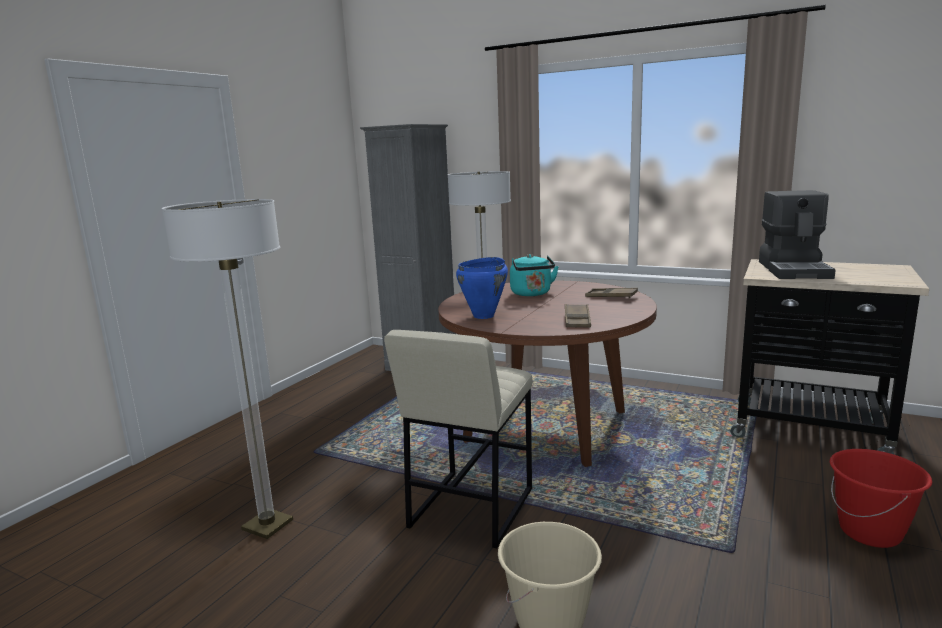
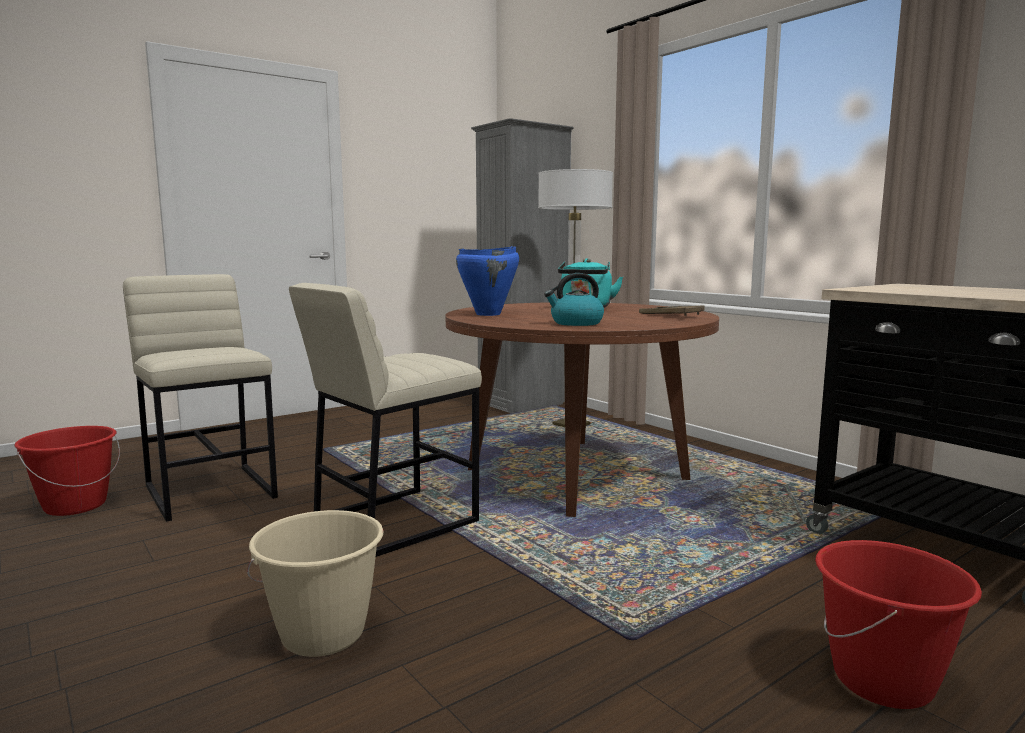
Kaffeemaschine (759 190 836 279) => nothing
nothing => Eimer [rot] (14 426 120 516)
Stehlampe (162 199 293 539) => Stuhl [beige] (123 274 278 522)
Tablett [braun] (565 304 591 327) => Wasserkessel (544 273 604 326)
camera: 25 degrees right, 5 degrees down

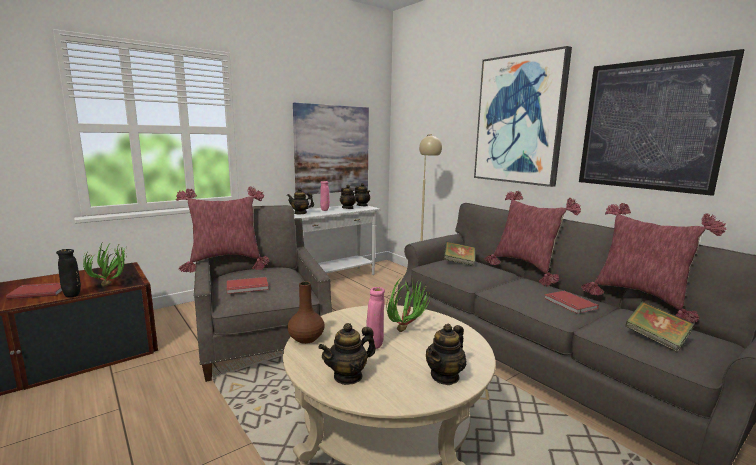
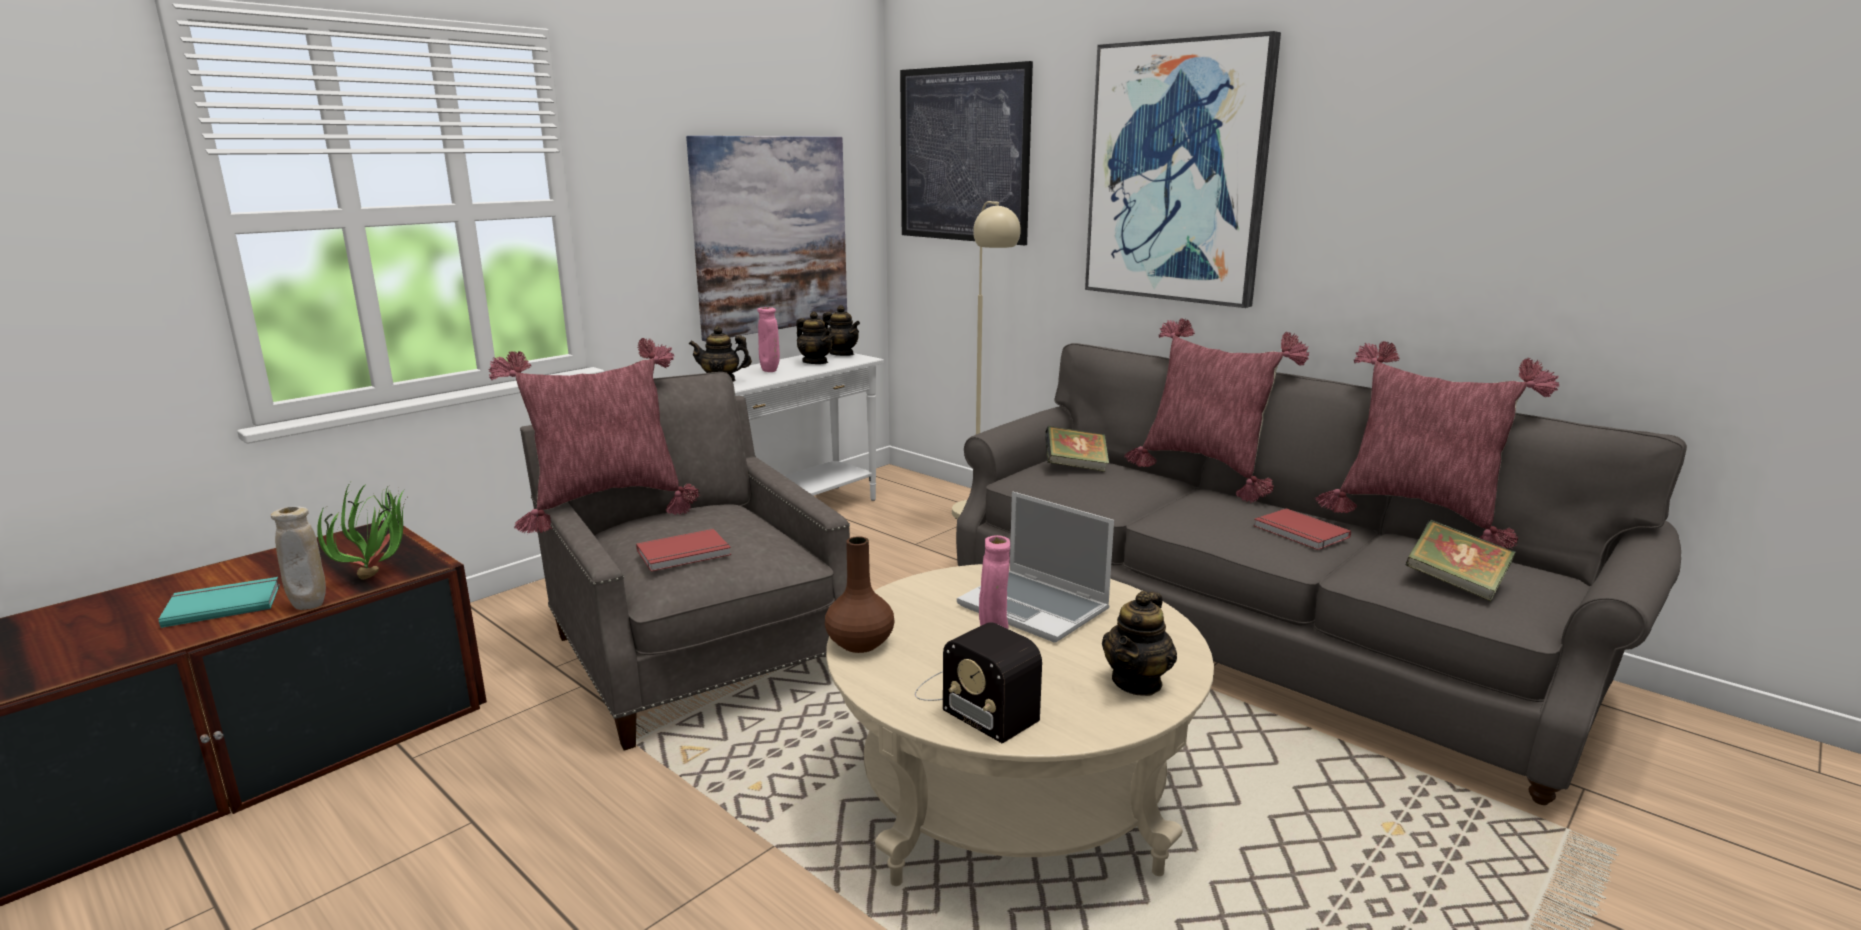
Bild (579 49 744 196) => Bild (900 61 1033 245), relocated
Teekanne (318 323 376 385) => Radio (915 622 1042 743)
Topfpflanze (387 277 433 332) => Laptop (957 491 1114 643)
Buch [rot] (6 283 62 299) => Buch [türkis] (159 577 280 628)
Vase [schwarz] (56 249 81 297) => Vase [beige] (271 507 326 610)
camera: 10 degrees left, 5 degrees up

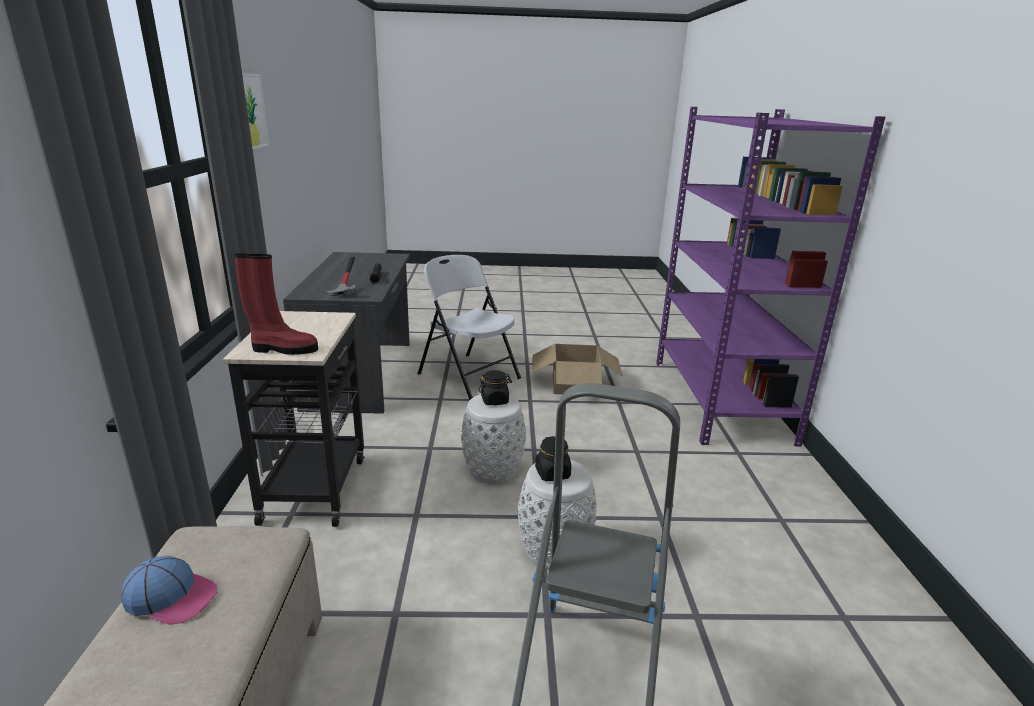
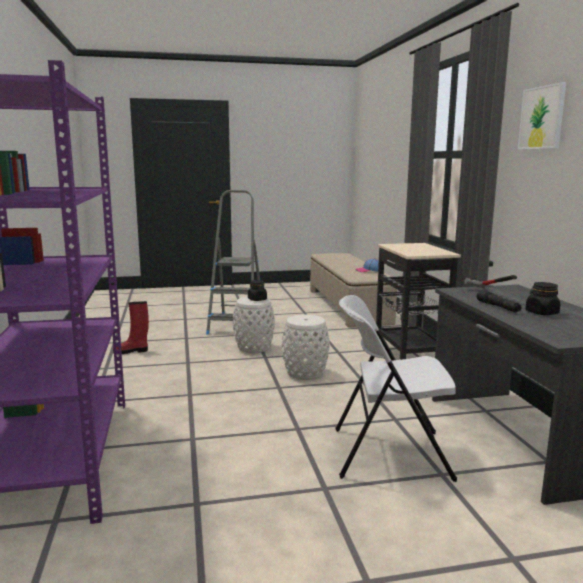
Karton (532 344 623 394) => nothing
Stiefel [rot] (234 253 318 355) => Stiefel [rot] (113 301 149 354), relocated
Vorratsglas [schwarz] (479 370 512 405) => Vorratsglas [schwarz] (525 282 560 315), relocated
Stuhl [weiß] (417 255 521 400) => Stuhl [weiß] (335 295 457 482), 150 degrees clockwise
camera: 170 degrees right, 10 degrees down

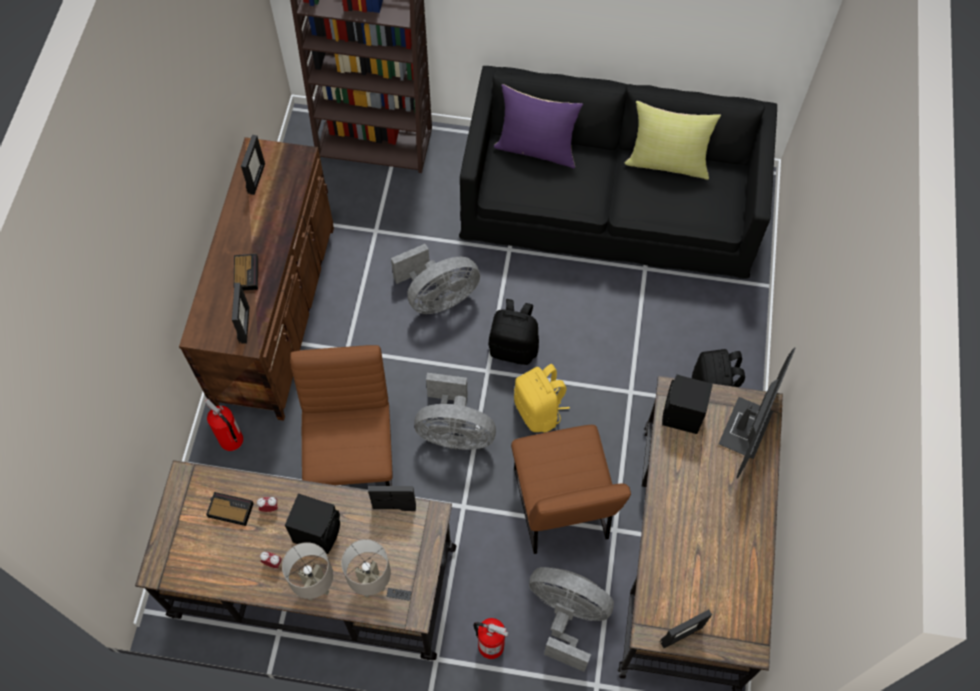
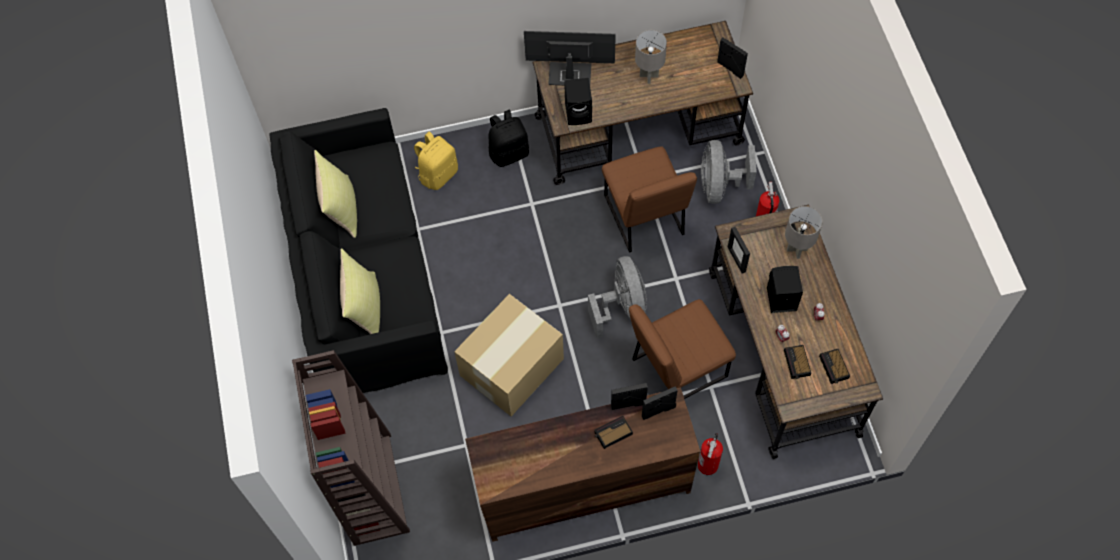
Rucksack [schwarz] (489 299 539 365) => nothing
nothing => Wecker (819 349 850 384)
Bilderrahmen (241 135 265 195) => Bilderrahmen (611 383 648 410), relocated
Tischlampe [grau] (282 542 333 601) => Tischlampe [grau] (635 30 667 84), relocated
Rucksack [gelb] (514 364 570 432) => Rucksack [gelb] (414 131 458 190), relocated
Ventilator [grau] (391 244 480 314) => Karton (454 294 564 416)
Kissen [lila] (494 84 583 168) => Kissen [gelb] (340 248 380 334)
Stuhl [braun] (511 425 631 554) => Stuhl [braun] (602 146 697 253), 105 degrees clockwise
camera: 110 degrees left, 0 degrees up

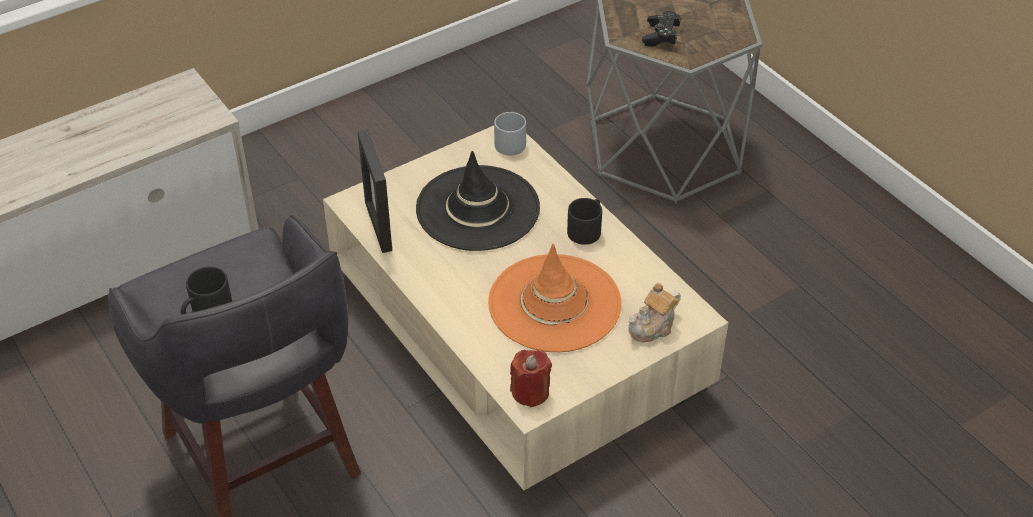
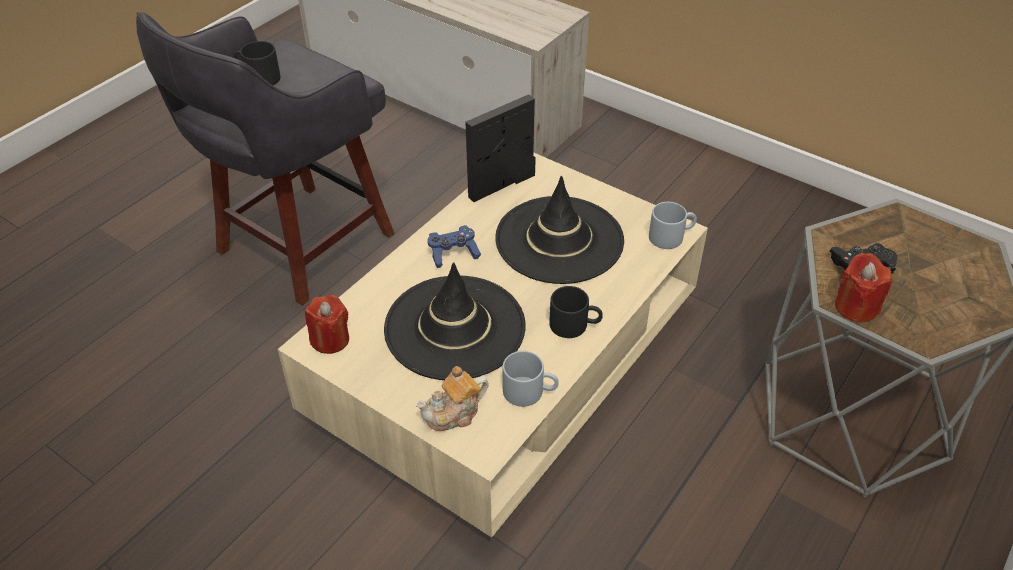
nothing => Gamepad [blau] (427 226 481 268)
nothing => Henkelbecher [grau] (503 351 559 407)
nothing => Kerze [rot] (835 253 892 322)
Hut [orange] (488 244 621 352) => Hut [schwarz] (384 262 526 380)
Teekanne (628 283 681 342) => Teekanne (416 366 489 431), 60 degrees counterclockwise
camera: 70 degrees right, 0 degrees up

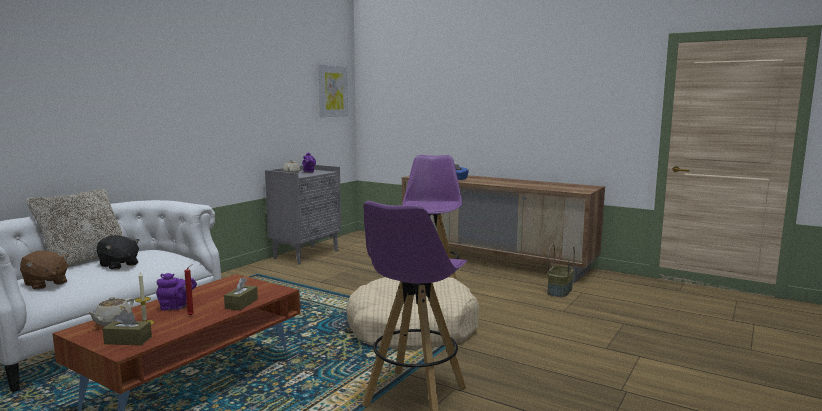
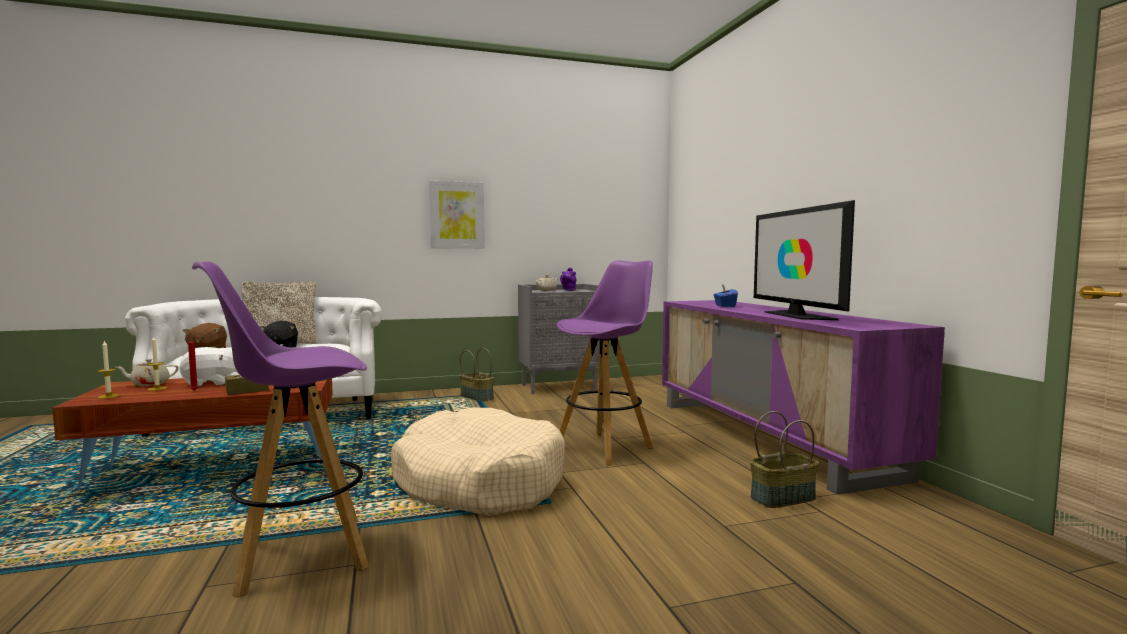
nothing => Korb (459 348 494 401)
nothing => Fernseher (754 200 855 320)
Bild (318 65 348 117) => Bild (429 181 485 248), relocated
Taschentuchbox [braun] (103 310 152 345) => Kerze (97 340 120 399)
Teekanne [lila] (156 273 197 310) => Plüschtier [weiß] (180 347 236 386)
Fernsehschrank [braun] (402 175 605 283) => Fernsehschrank [lila] (662 300 945 495)
camera: 40 degrees right, 5 degrees down

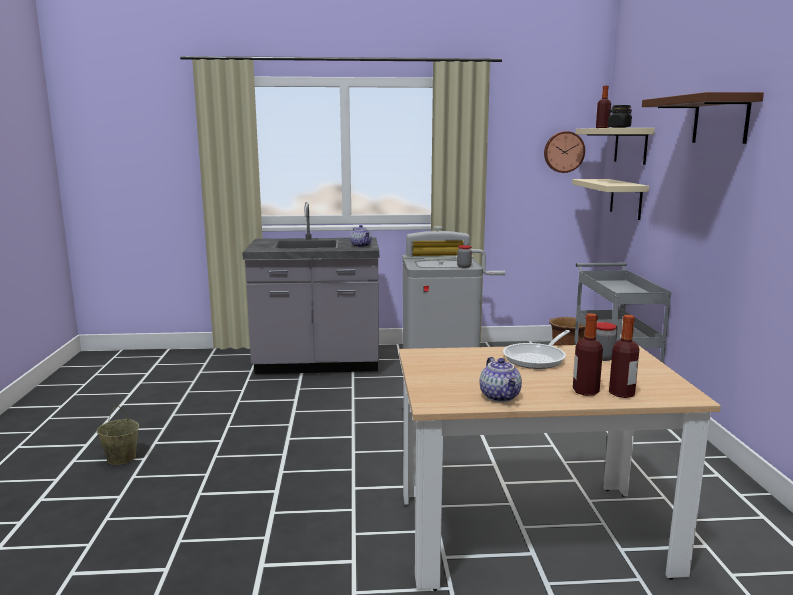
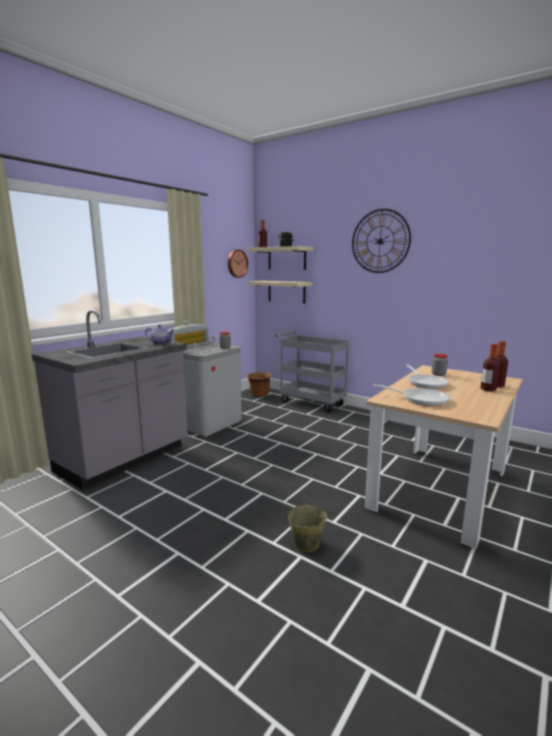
Teekanne (480 357 522 402) => nothing
nothing => Pfanne (373 384 450 406)
Eimer [beige] (97 406 139 465) => Eimer [beige] (288 496 327 552), relocated
Wandregal [braun] (642 92 764 144) => Wanduhr (352 209 411 273)
camera: 50 degrees left, 0 degrees up

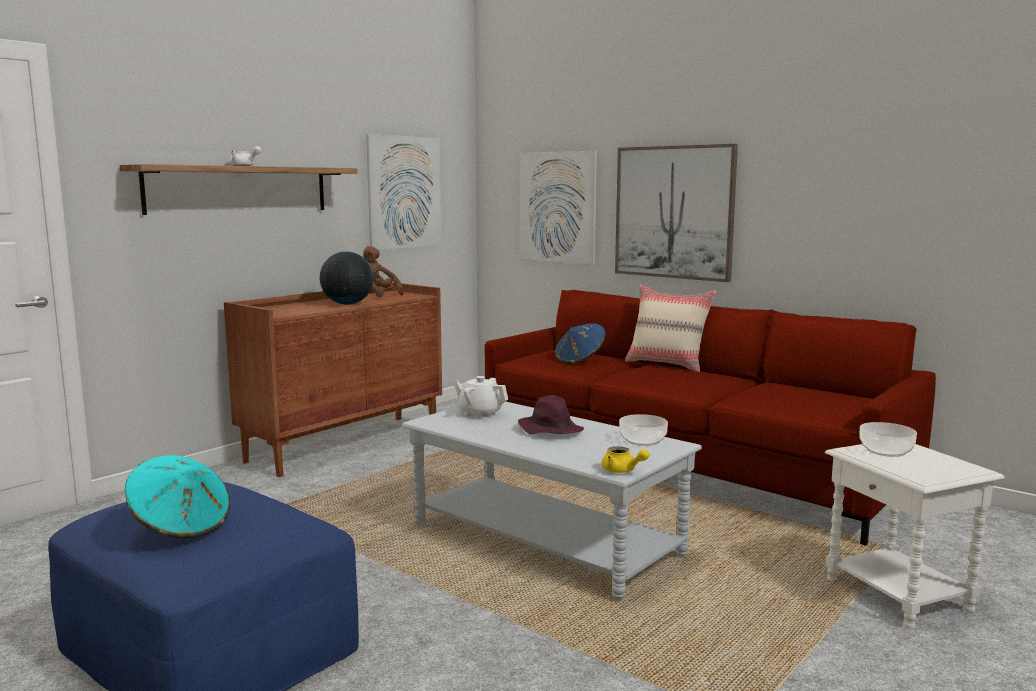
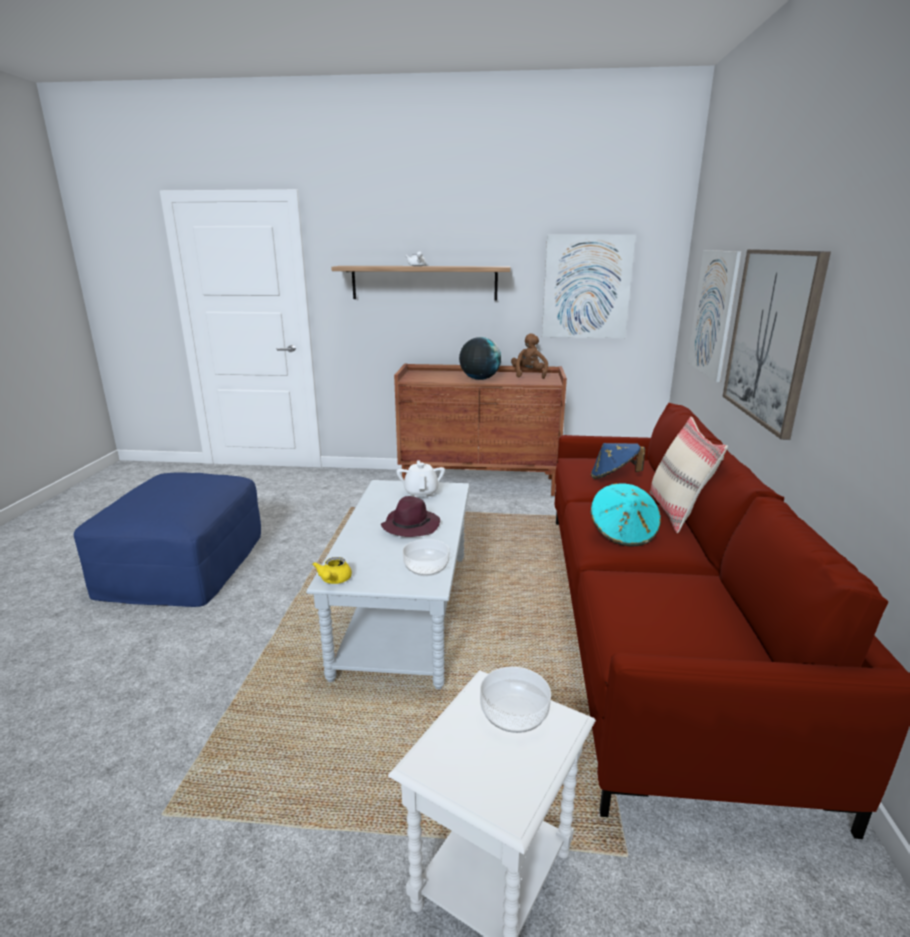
Hut [türkis] (125 455 230 539) => Hut [türkis] (590 483 661 546), relocated
camera: 55 degrees right, 10 degrees up

